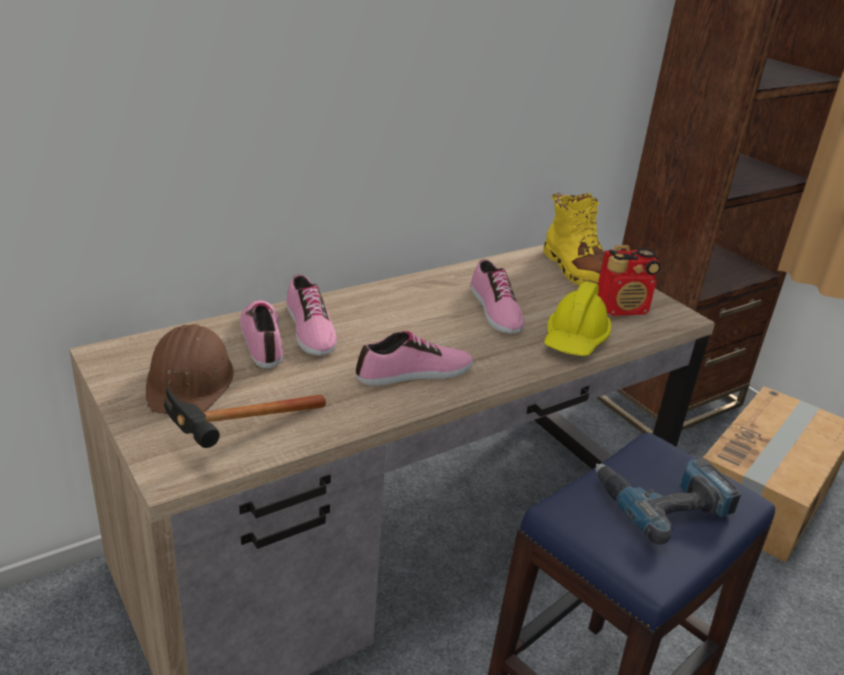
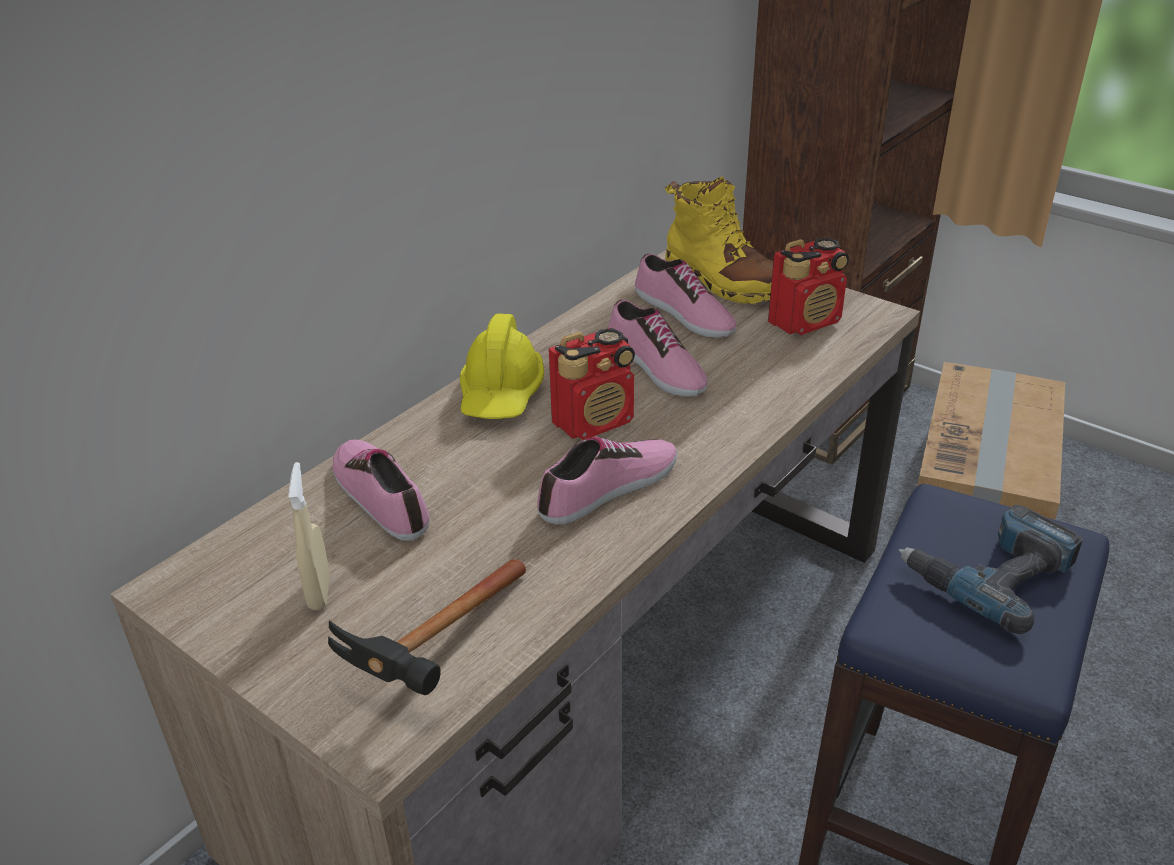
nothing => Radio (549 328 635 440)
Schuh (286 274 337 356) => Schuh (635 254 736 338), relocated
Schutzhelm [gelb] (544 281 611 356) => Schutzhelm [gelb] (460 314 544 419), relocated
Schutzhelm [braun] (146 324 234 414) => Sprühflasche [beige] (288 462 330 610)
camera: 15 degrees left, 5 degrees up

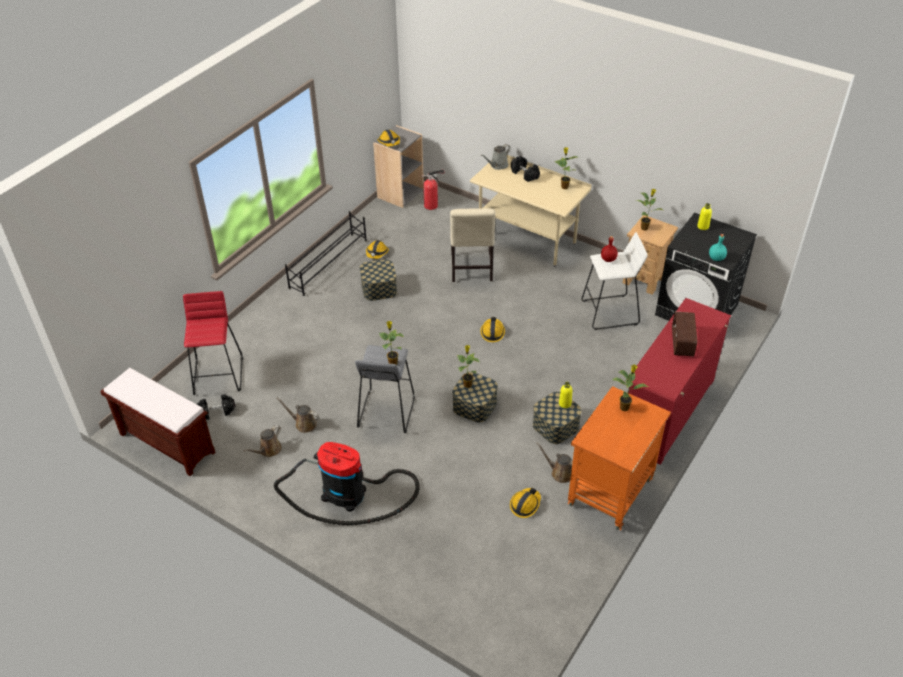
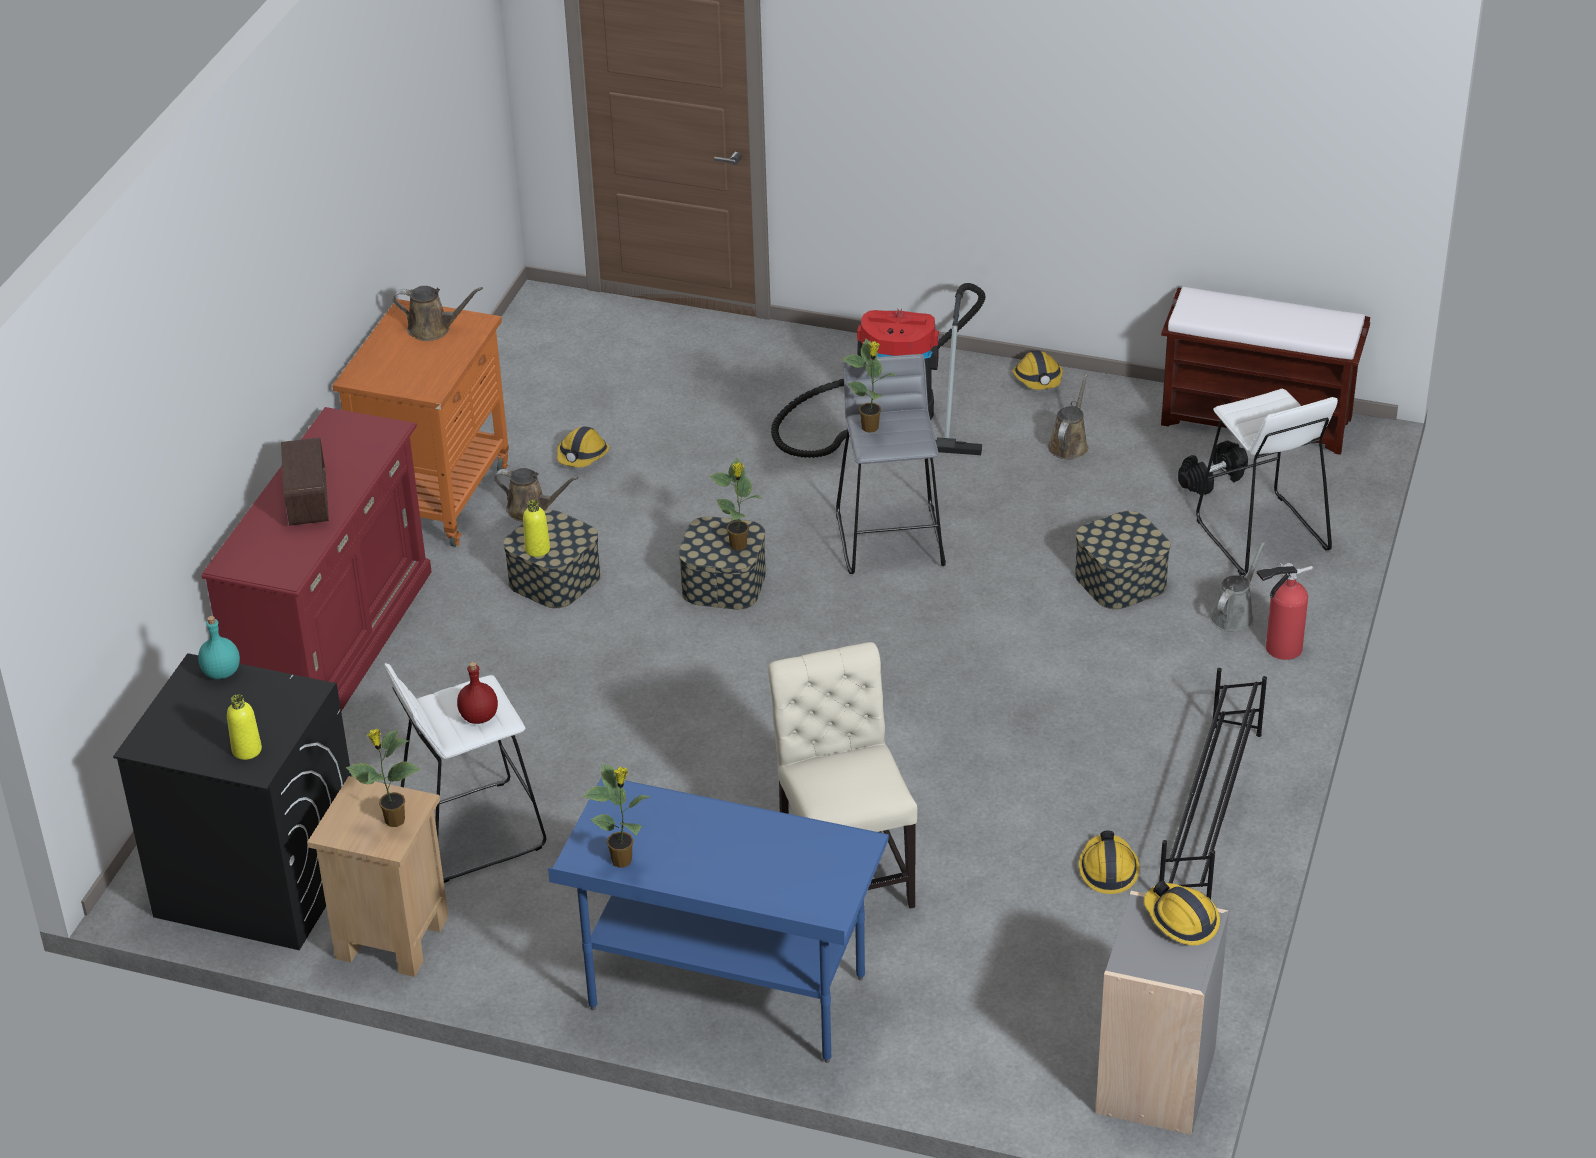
Hantel [schwarz] (511 156 540 182) => nothing
Topfpflanze (611 364 648 411) => nothing
Gießkanne [braun] (276 398 319 433) => Gießkanne [braun] (393 286 483 341), relocated
Aufbewahrungsbox (360 259 397 301) => Aufbewahrungsbox (1075 511 1171 609), relocated
Feuerlöscher (421 170 444 210) => Feuerlöscher (1257 563 1313 660), relocated
Gießkanne [grau] (481 144 510 170) => Gießkanne [grau] (1210 542 1265 632), relocated
Schutzhelm (481 317 505 342) => Schutzhelm (1013 350 1063 390), relocated
Hocker [rot] (183 291 243 395) => Hocker [weiß] (1196 389 1338 575)
Schreibtisch [beige] (470 155 592 267) => Schreibtisch [blau] (548 778 889 1063)
camera: 165 degrees right, 5 degrees down

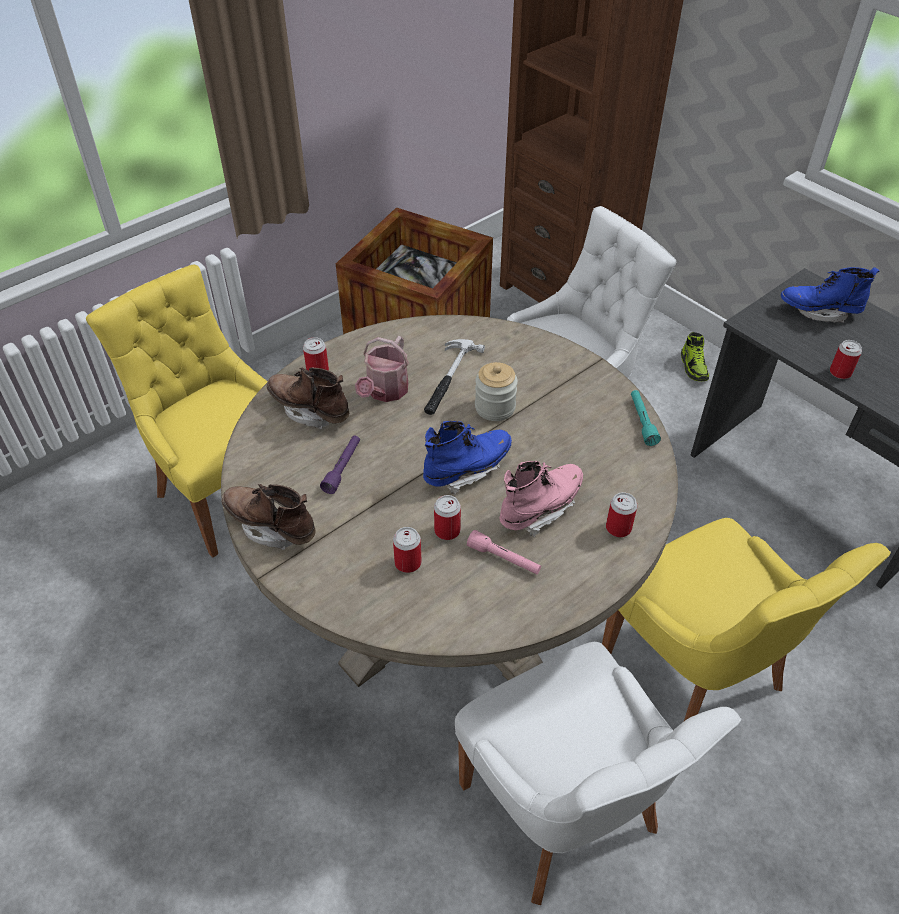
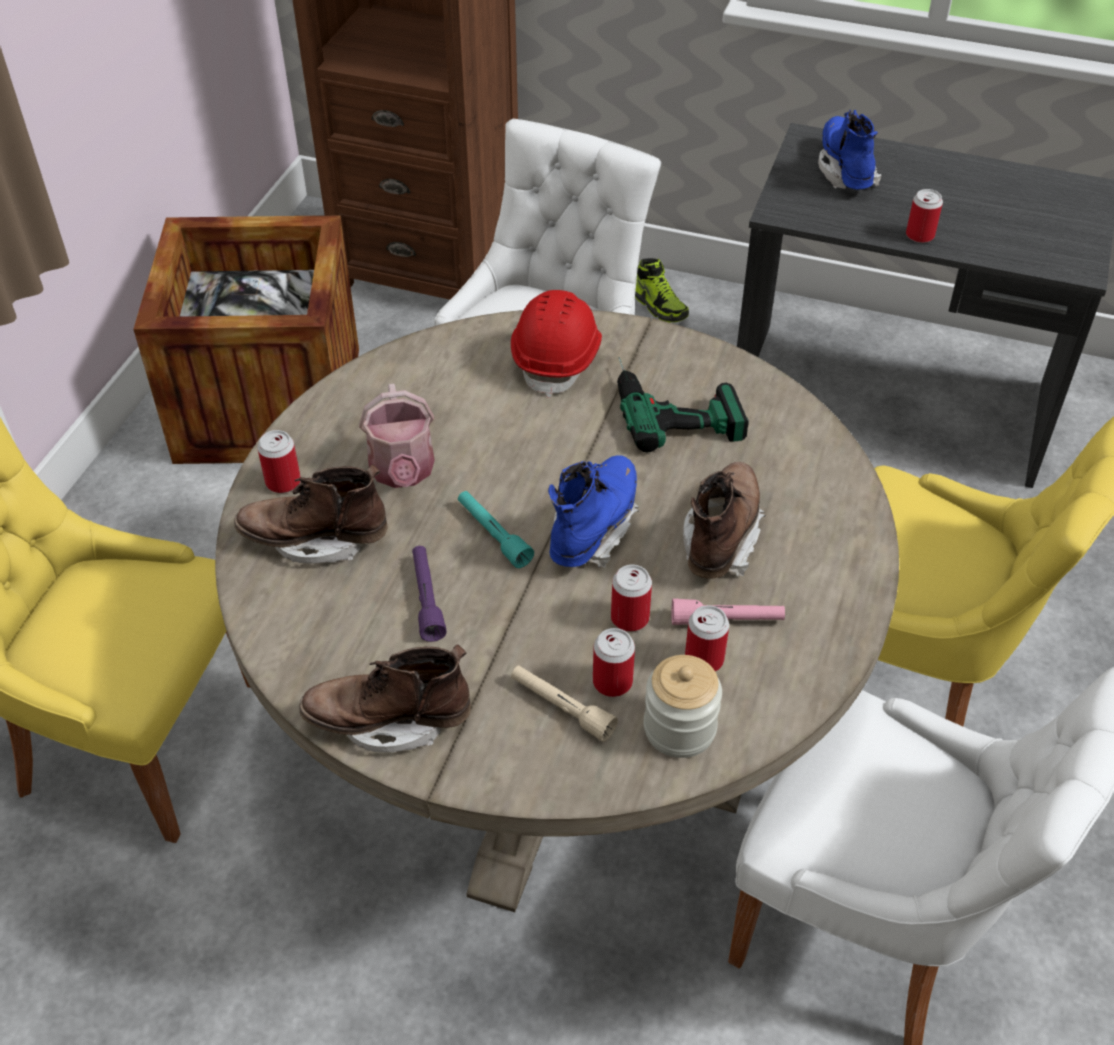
Hammer (424 339 485 415) => nothing
nothing => Schutzhelm [rot] (511 290 602 398)
nothing => Taschenlampe [beige] (511 665 618 742)
nothing => Bohrmaschine (617 357 749 452)
Vorratsglas (475 362 518 421) => Vorratsglas (644 655 722 758), relocated
Dose (606 492 637 537) => Dose (685 605 729 671), relocated
Taschenlampe [türkis] (631 390 661 446) => Taschenlampe [türkis] (458 491 534 568), relocated
Stiefel [rosa] (500 461 583 537) => Stiefel [braun] (683 462 765 579)
Stiefel [blau] (781 267 880 323) => Stiefel [blau] (818 109 882 189), 105 degrees clockwise
camera: 30 degrees left, 0 degrees up

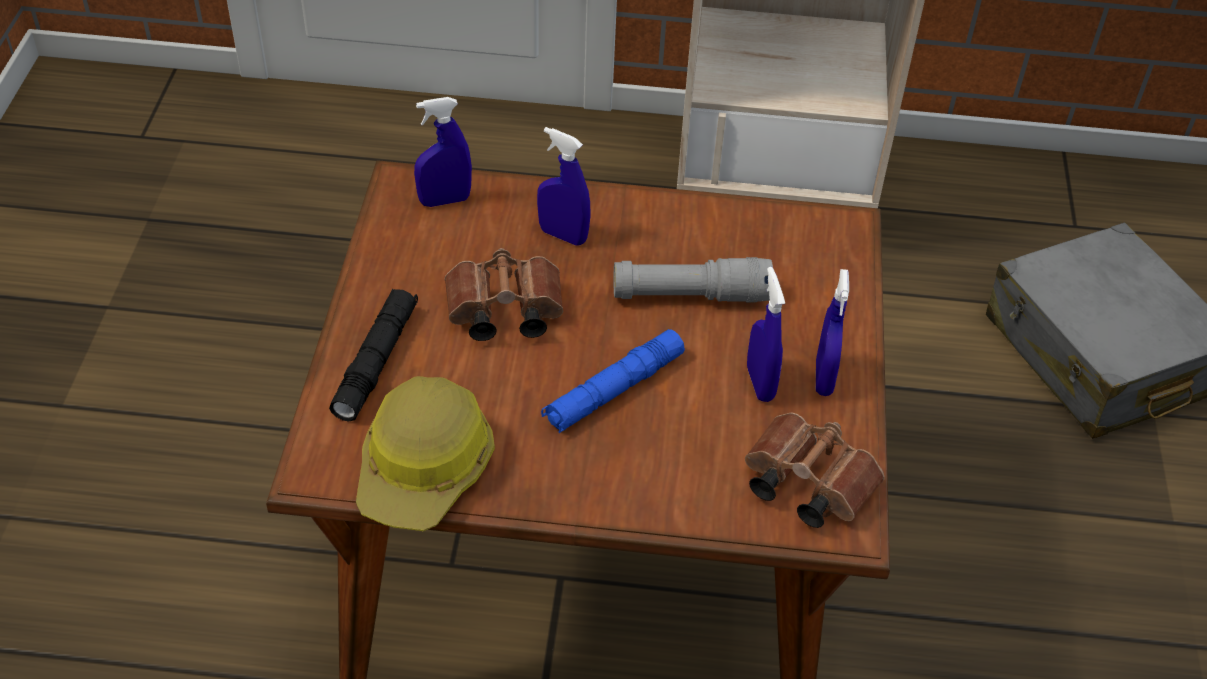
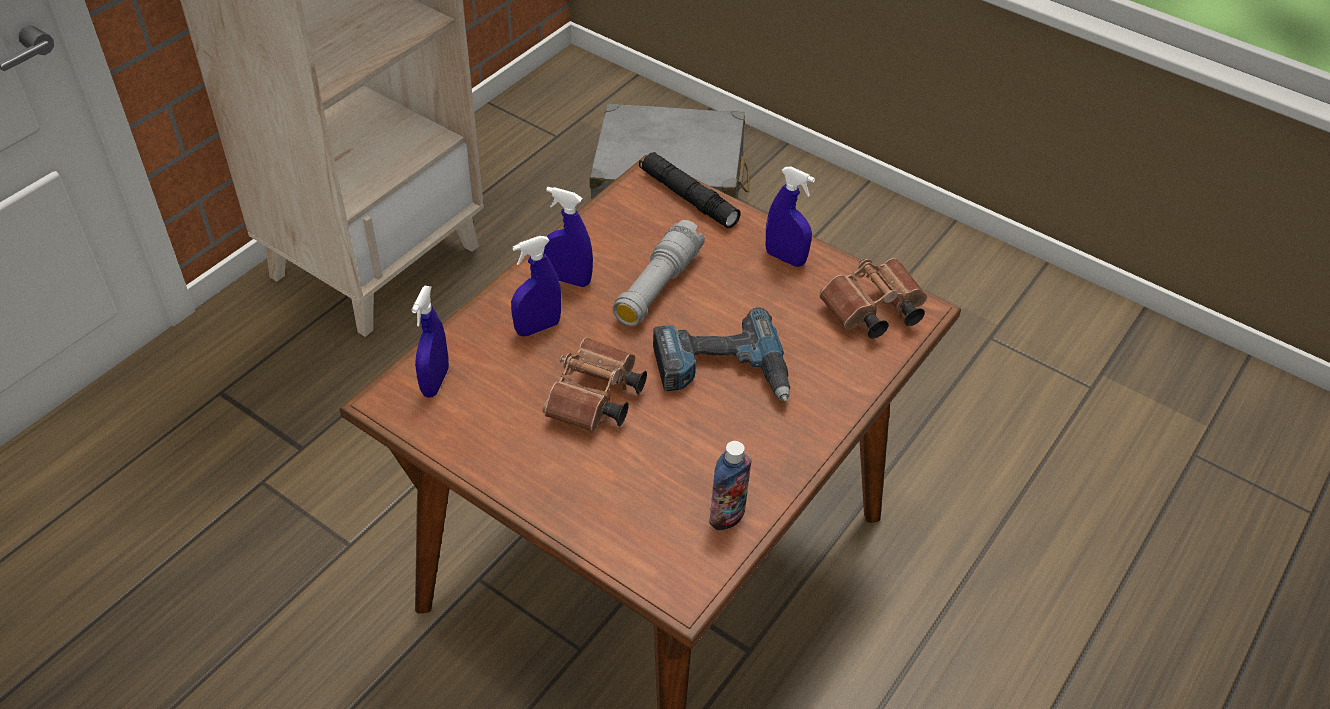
Taschenlampe [schwarz] (329 289 418 422) => Taschenlampe [schwarz] (639 152 741 229), relocated
Sprühflasche [blau] (747 267 785 402) => Sprühflasche [blau] (544 187 593 287), relocated
Schutzhelm (356 376 495 531) => Flasche (709 441 752 531)
Taschenlampe [blau] (541 329 685 433) => Bohrmaschine (653 307 790 402)
camera: 60 degrees left, 0 degrees up

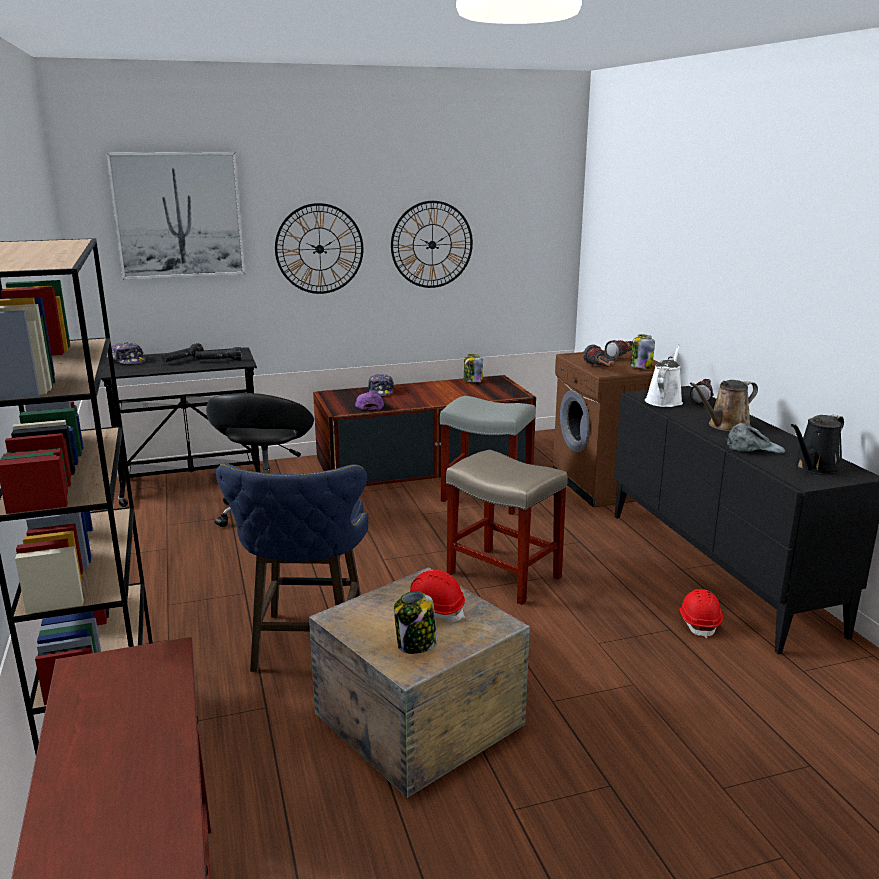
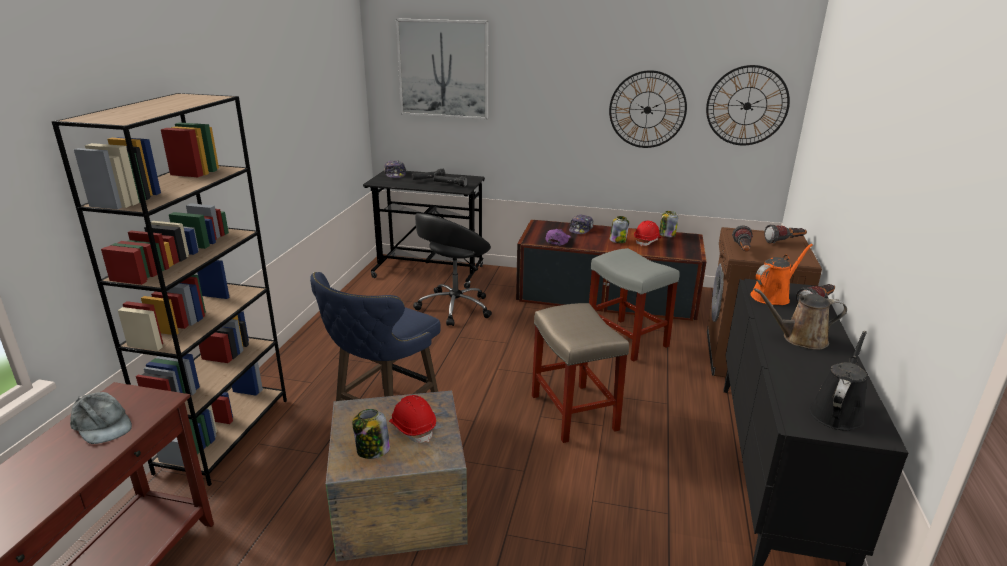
Wanduhr (275 203 363 294) => Wanduhr (706 65 790 145), relocated
Vorratsglas (630 334 655 369) => Vorratsglas (610 216 629 243), relocated
Schutzhelm [rot] (679 589 723 638) => Schutzhelm [rot] (634 221 661 247), relocated
Kappe [grau] (727 423 786 453) => Kappe [grau] (70 392 132 444), relocated
Gießkanne [weiß] (645 344 683 407) => Gießkanne [orange] (751 244 813 305)
Gießkanne [schwarz] (791 415 844 475) => Gießkanne [schwarz] (809 331 868 431), 135 degrees clockwise
camera: 30 degrees right, 5 degrees up

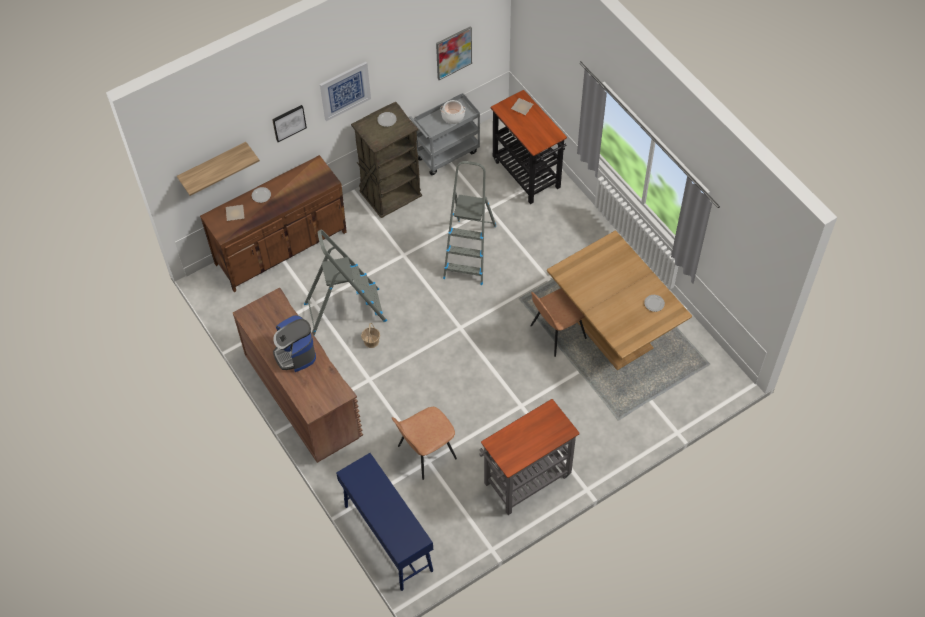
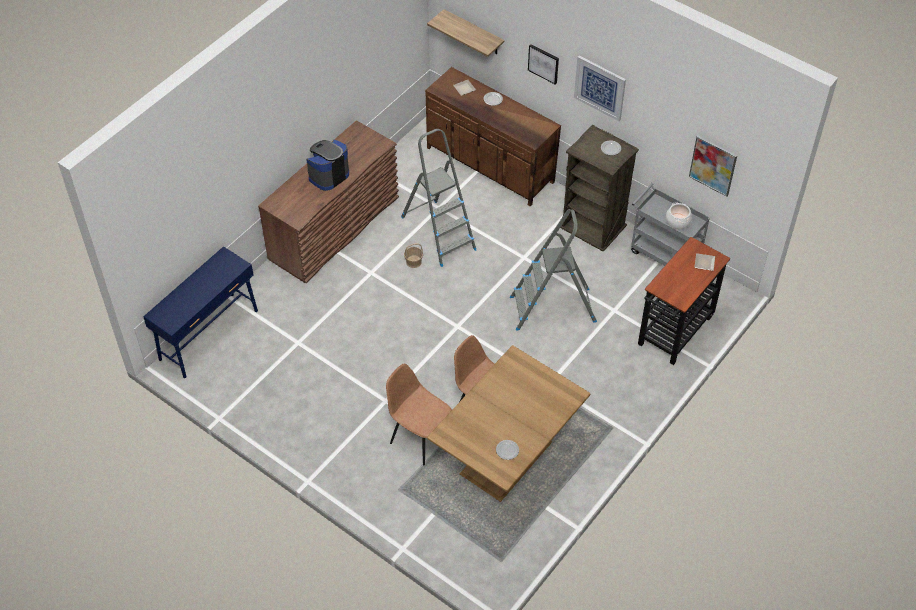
Rollwagen [grau] (479 399 580 515) => nothing
Stuhl [braun] (392 407 457 480) => Stuhl [braun] (386 364 452 465), relocated
camera: 70 degrees right, 5 degrees down

